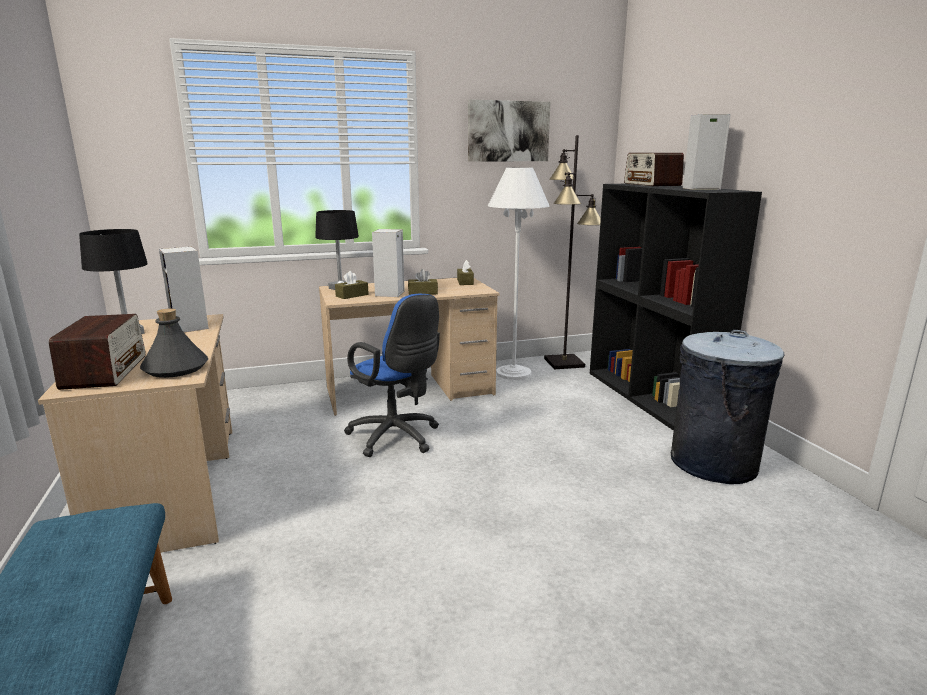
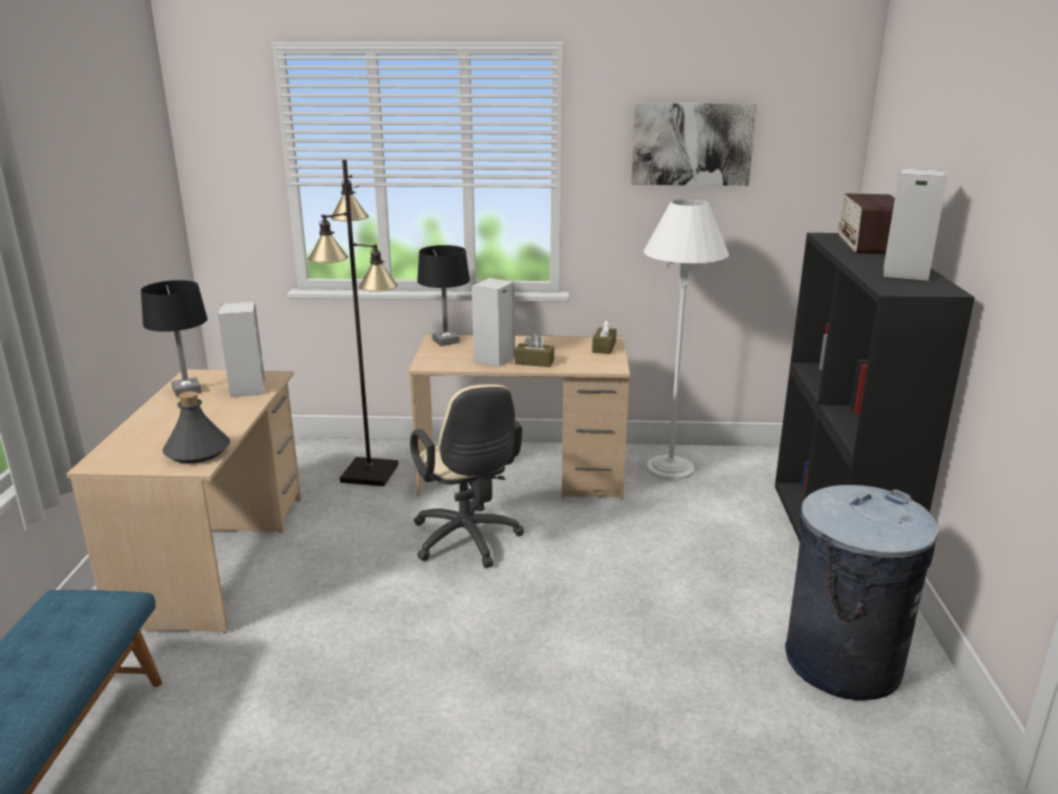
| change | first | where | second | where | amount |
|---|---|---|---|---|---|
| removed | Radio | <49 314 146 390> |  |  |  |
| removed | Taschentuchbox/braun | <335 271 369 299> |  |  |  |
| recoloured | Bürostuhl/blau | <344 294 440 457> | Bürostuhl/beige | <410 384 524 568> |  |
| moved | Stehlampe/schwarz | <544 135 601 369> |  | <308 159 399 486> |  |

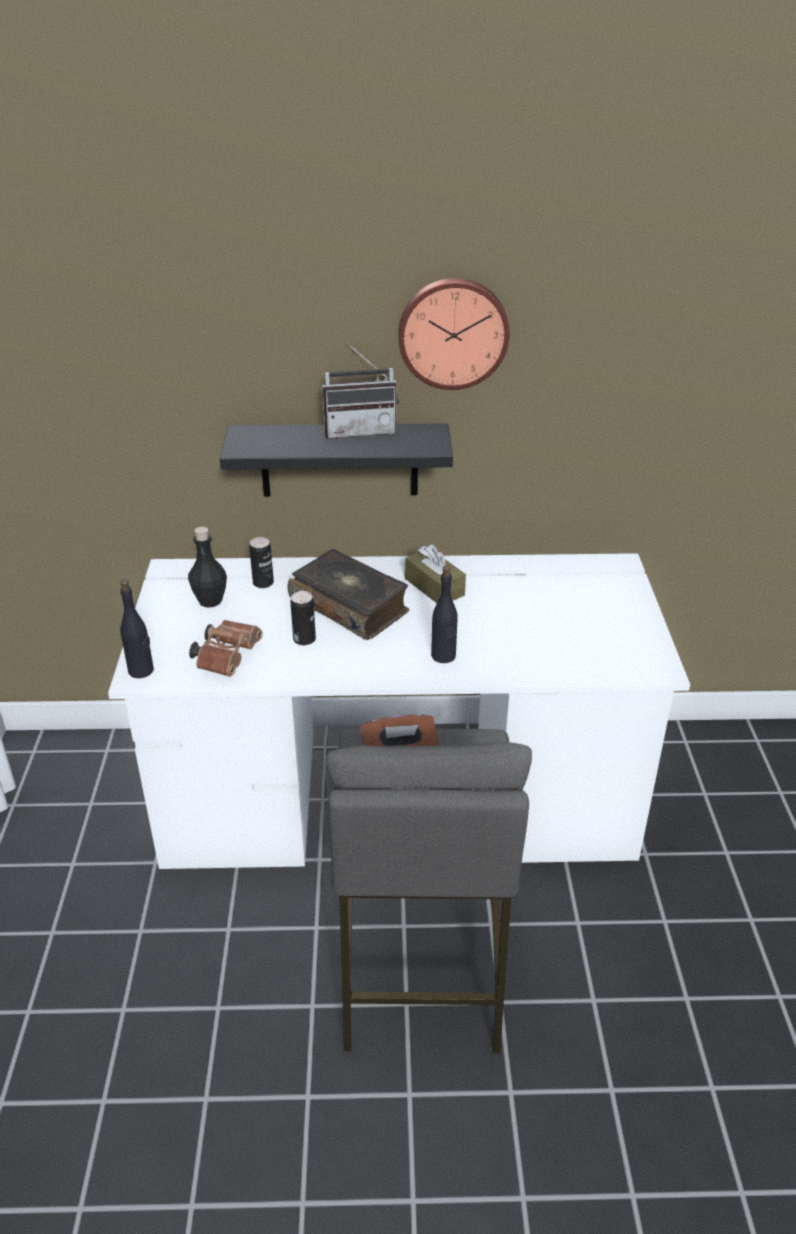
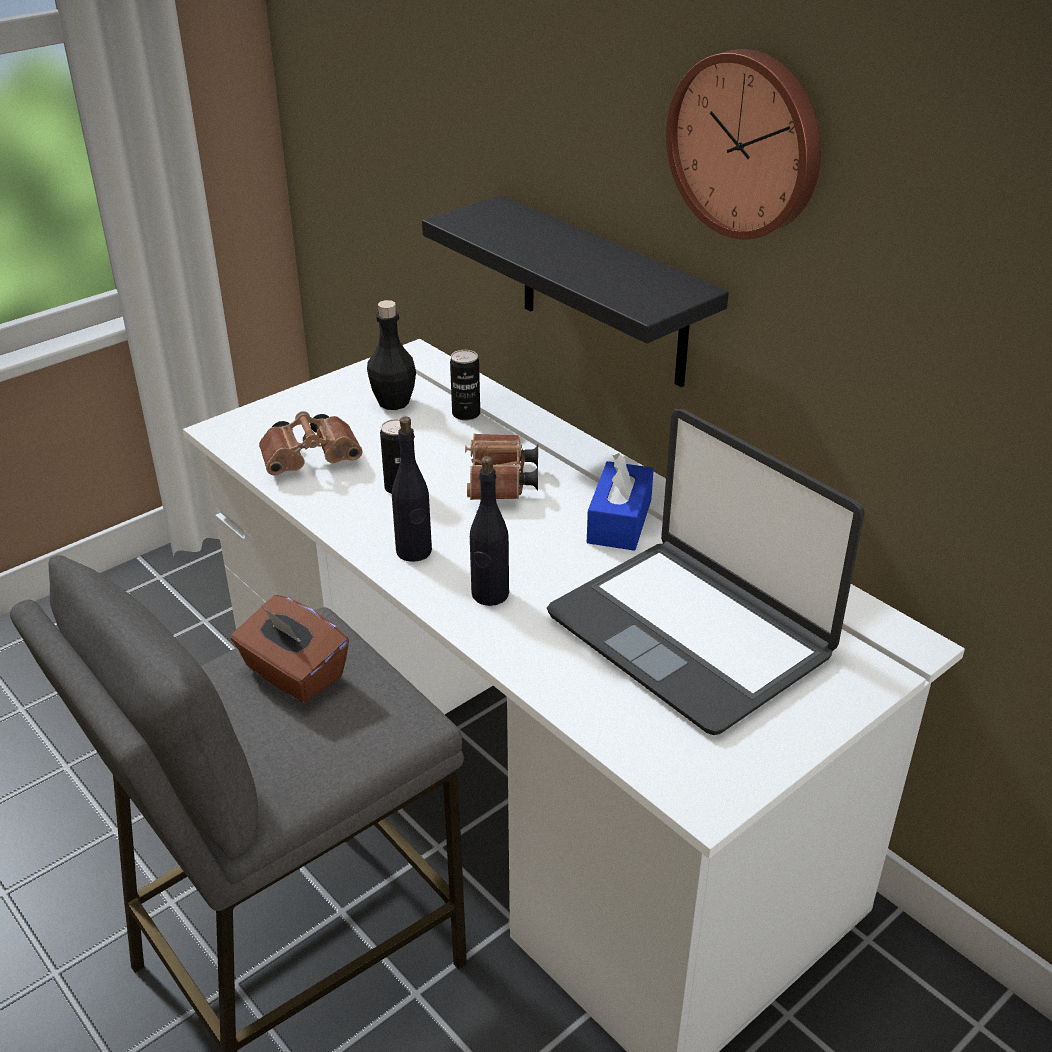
| change | first | where | second | where | amount |
|---|---|---|---|---|---|
| moved | Flasche/schwarz | <120 579 154 678> |  | <392 417 432 562> |  |
| replaced | Buch | <288 549 409 640> | Fernglas/braun | <465 433 538 500> |  |
| removed | Radio | <322 343 399 439> |  |  |  |
| recoloured | Taschentuchbox/braun | <405 544 466 603> | Taschentuchbox/blau | <587 453 654 551> |  |
| added |  |  | Laptop | <547 409 865 735> |  |

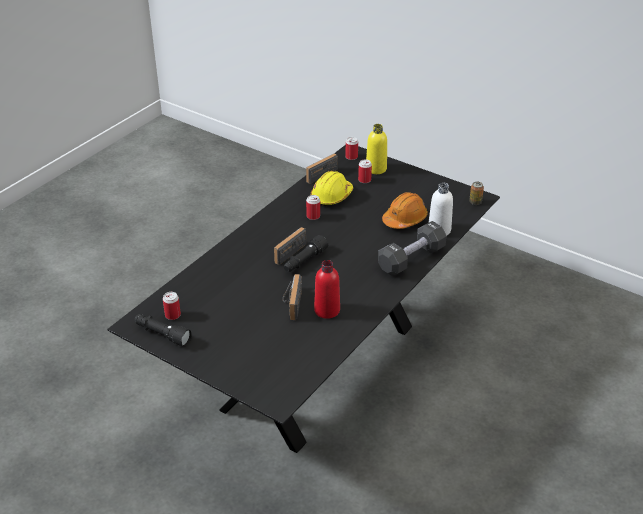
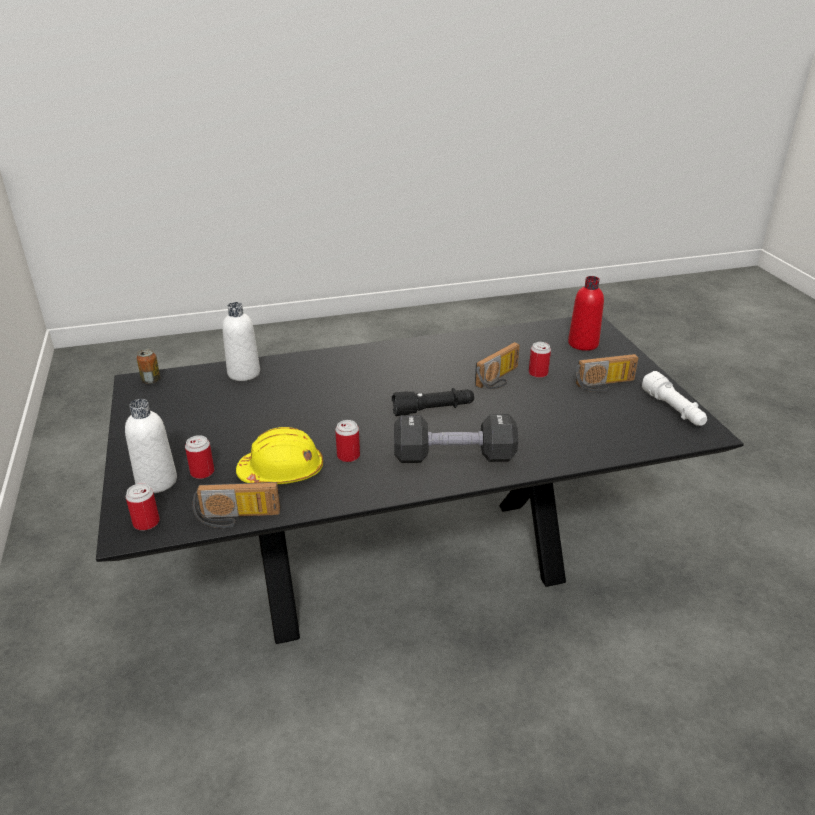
| change | first | where | second | where | amount |
|---|---|---|---|---|---|
| recoloured | Taschenlampe/schwarz | <134 314 192 347> | Taschenlampe/weiß | <642 371 707 426> |  |
| moved | Dose | <163 292 181 320> |  | <529 342 551 378> |  |
| moved | Radio | <274 227 306 265> |  | <576 354 638 392> |  |
| moved | Flasche/rot | <314 260 340 319> |  | <568 276 604 351> |  |
| recoloured | Flasche/gelb | <366 124 387 174> | Flasche/weiß | <125 399 177 493> |  |
| moved | Hantel/schwarz | <378 221 447 276> |  | <394 414 518 463> |  |
| removed | Schutzhelm/orange | <382 192 428 229> |  |  |  |

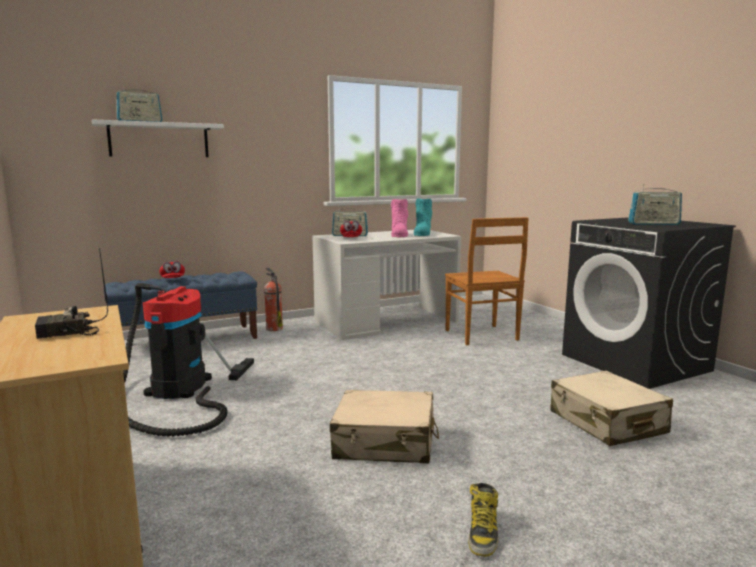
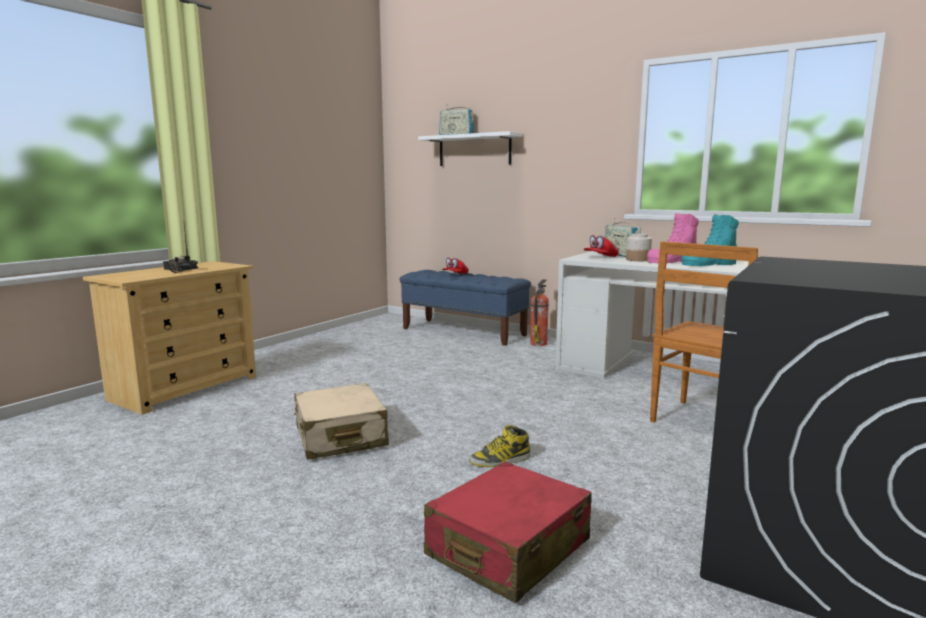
| change | first | where | second | where | amount |
|---|---|---|---|---|---|
| removed | Staubsauger | <123 283 254 437> |  |  |  |
| moved | Stiefel | <469 483 498 557> |  | <469 425 531 467> |  |
| recoloured | Koffer/beige | <551 371 673 446> | Koffer/rot | <424 461 592 603> |  |
| removed | Radio | <628 184 682 225> |  |  |  |
| added |  |  | Vorratsglas | <626 233 652 261> |  |

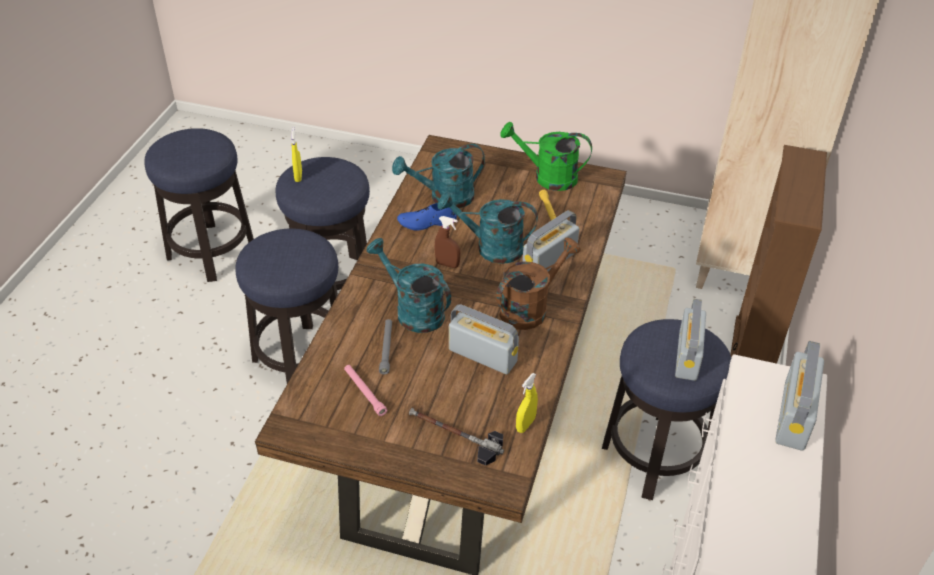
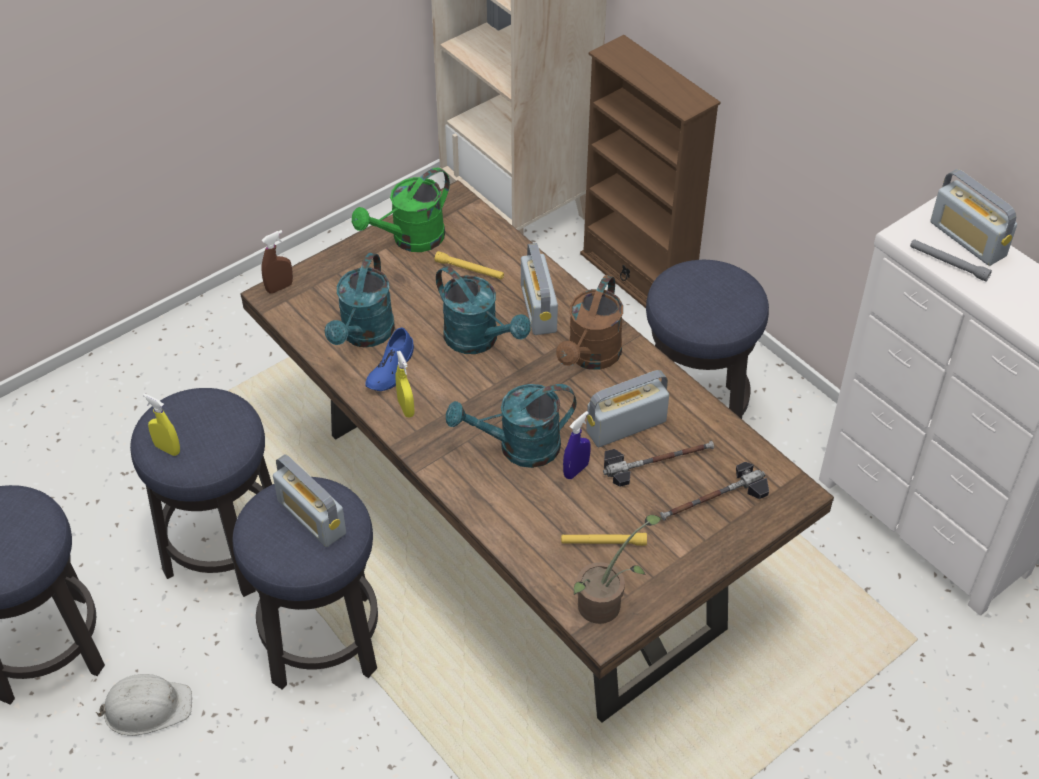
| change | first | where | second | where | amount |
|---|---|---|---|---|---|
| recoloured | Taschenlampe/rosa | <344 365 387 416> | Taschenlampe/gelb | <561 533 647 546> |  |
| moved | Taschenlampe/grau | <379 319 392 374> |  | <910 239 992 282> |  |
| moved | Sprühflasche/braun | <435 216 461 268> |  | <261 230 293 293> |  |
| turned | Gießkanne/türkis | <438 192 538 264> |  | <436 266 531 354> | 90 degrees counterclockwise |
| turned | Gießkanne/braun | <496 237 581 330> |  | <556 275 623 370> | 150 degrees counterclockwise |
| moved | Sprühflasche/gelb | <516 373 538 433> |  | <396 351 415 417> |  |
| moved | Radio | <675 299 706 381> |  | <273 454 346 547> |  |
| added |  |  | Schutzhelm/weiß | <96 674 192 736> |  |
| added |  |  | Sprühflasche/blau | <563 411 590 479> |  |
| added |  |  | Topfpflanze | <574 515 661 624> |  |
| added |  |  | Hammer | <603 441 714 487> |  |

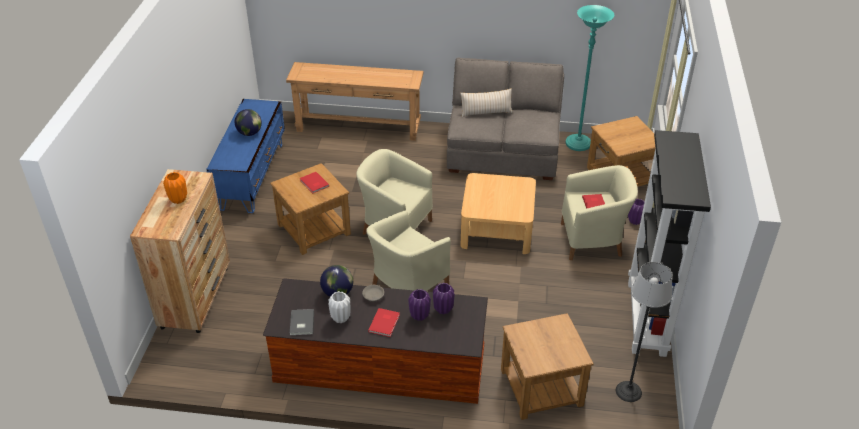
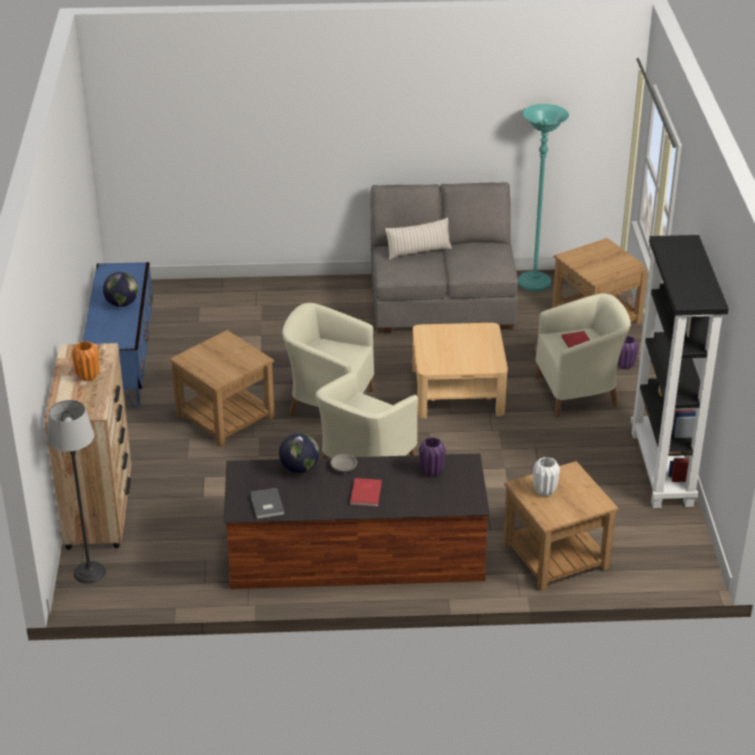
| change | first | where | second | where | amount |
|---|---|---|---|---|---|
| removed | Konsolentisch/braun | <286 62 424 141> |  |  |  |
| removed | Buch/rot | <300 172 329 193> |  |  |  |
| moved | Vase/weiß | <328 291 350 323> |  | <533 457 560 496> |  |
| removed | Vase/lila | <408 289 431 321> |  |  |  |
| moved | Stehlampe | <616 262 672 402> |  | <47 400 106 583> |  |

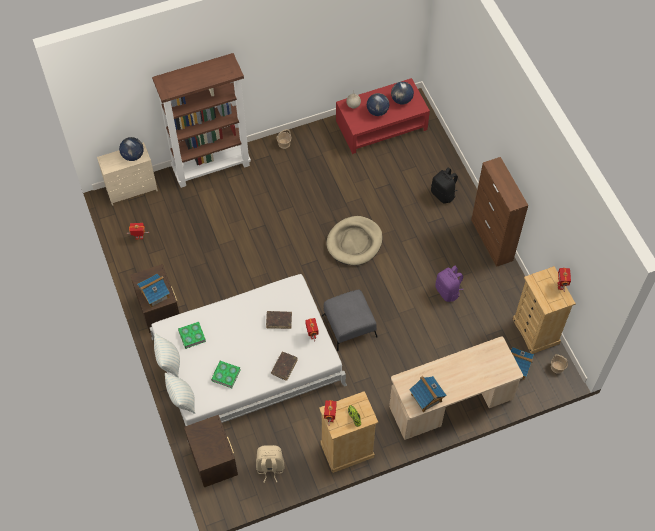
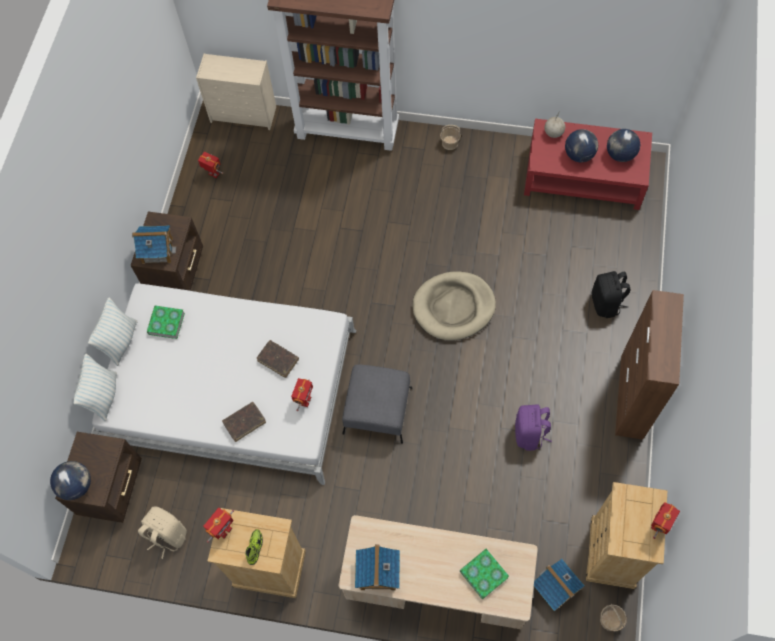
| change | first | where | second | where | amount |
|---|---|---|---|---|---|
| moved | Globus | <119 137 144 161> |  | <50 461 91 500> |  |
| moved | Buch | <211 361 240 388> |  | <460 549 509 600> |  |

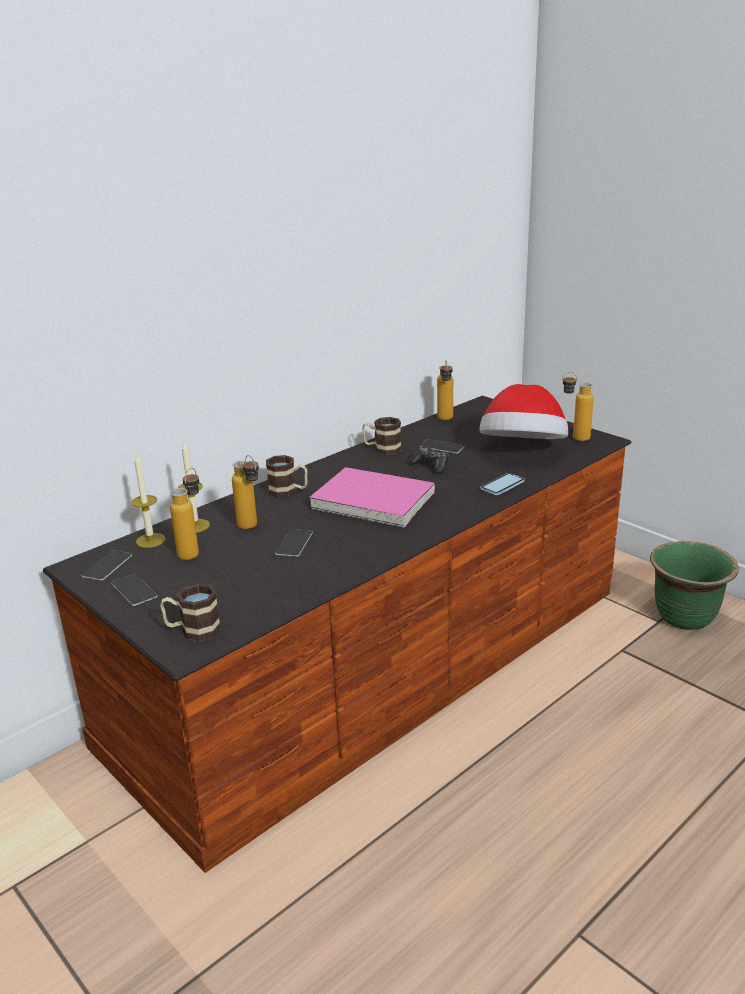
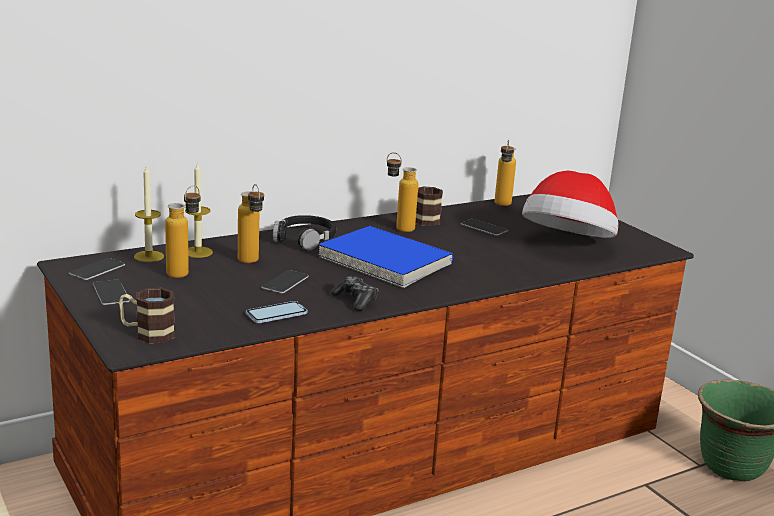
| change | first | where | second | where | amount |
|---|---|---|---|---|---|
| replaced | Henkelbecher | <266 455 308 497> | Kopfhörer/schwarz | <273 215 336 251> |  |
| recoloured | Buch/rosa | <309 467 435 528> | Buch/blau | <318 226 453 288> |  |
| moved | Gamepad | <409 447 449 473> |  | <330 276 378 311> |  |
| moved | Handy | <480 473 525 495> |  | <246 301 307 323> |  |
| moved | Flasche | <562 372 594 441> |  | <387 152 418 232> |  |

